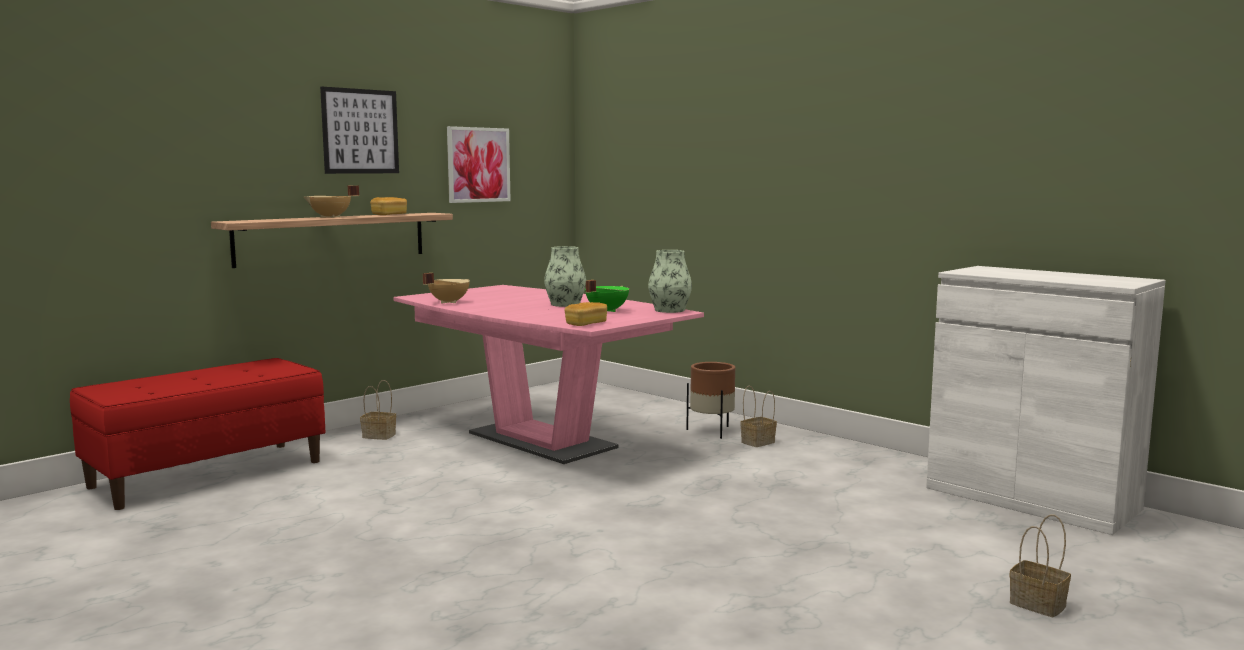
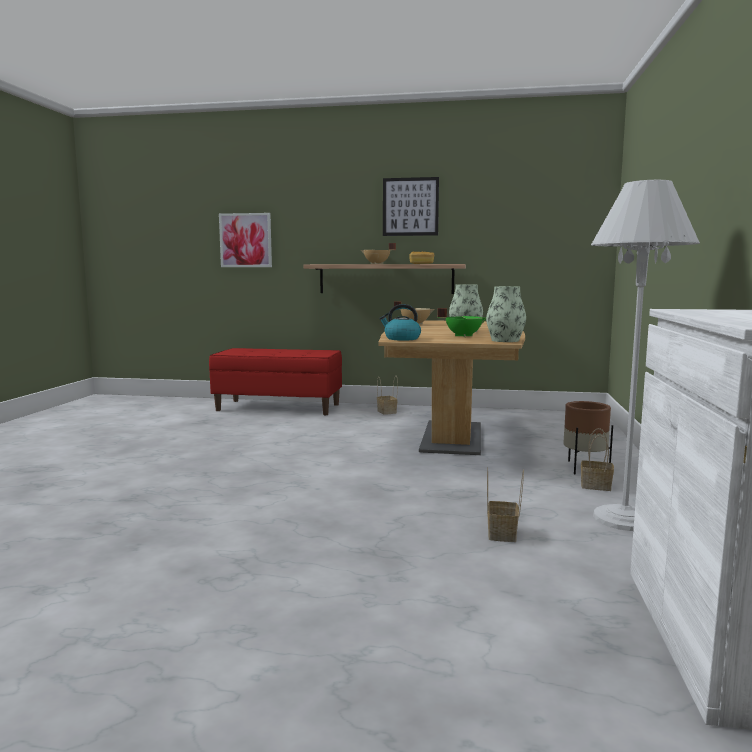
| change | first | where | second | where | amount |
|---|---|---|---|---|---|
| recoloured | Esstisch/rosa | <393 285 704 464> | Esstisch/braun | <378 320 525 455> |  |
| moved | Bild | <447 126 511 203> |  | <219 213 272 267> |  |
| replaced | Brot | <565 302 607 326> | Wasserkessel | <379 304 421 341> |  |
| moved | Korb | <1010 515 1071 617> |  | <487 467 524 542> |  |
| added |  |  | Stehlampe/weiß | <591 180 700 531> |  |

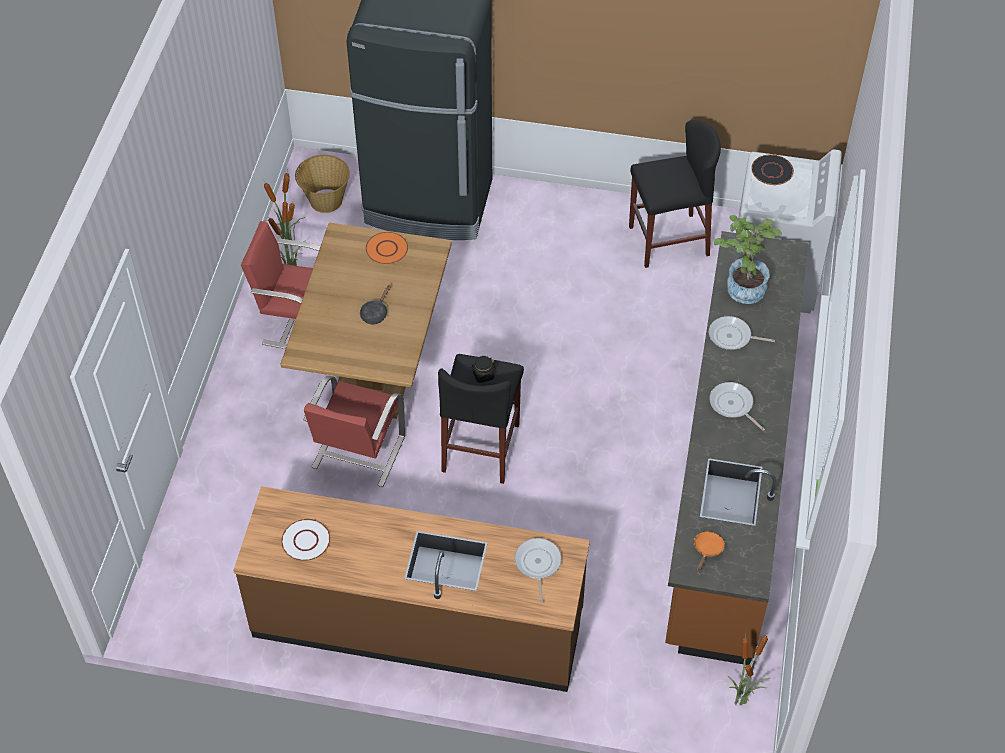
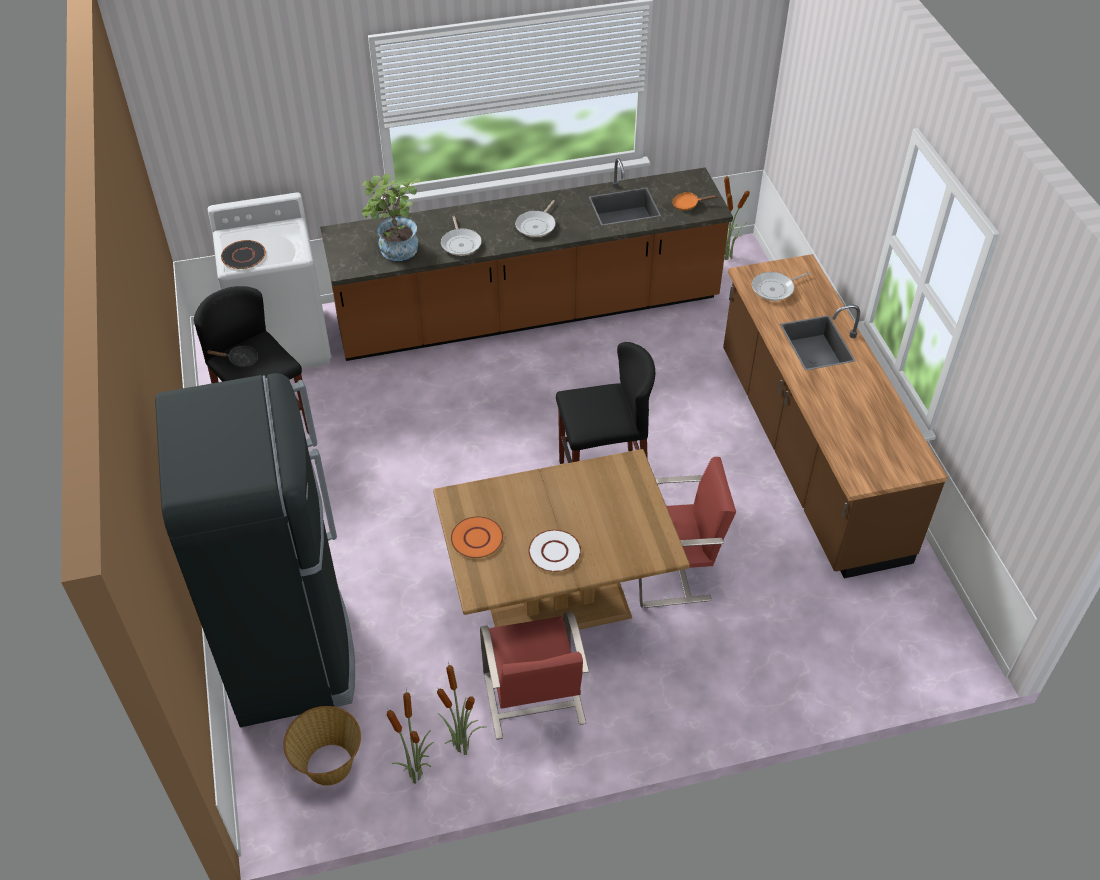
| change | first | where | second | where | amount |
|---|---|---|---|---|---|
| moved | Teller/weiß | <281 519 331 561> |  | <528 529 581 572> |  |
| moved | Pfanne/schwarz | <360 285 390 324> |  | <206 346 258 368> |  |
| removed | Vorratsglas/schwarz | <471 356 496 383> |  |  |  |

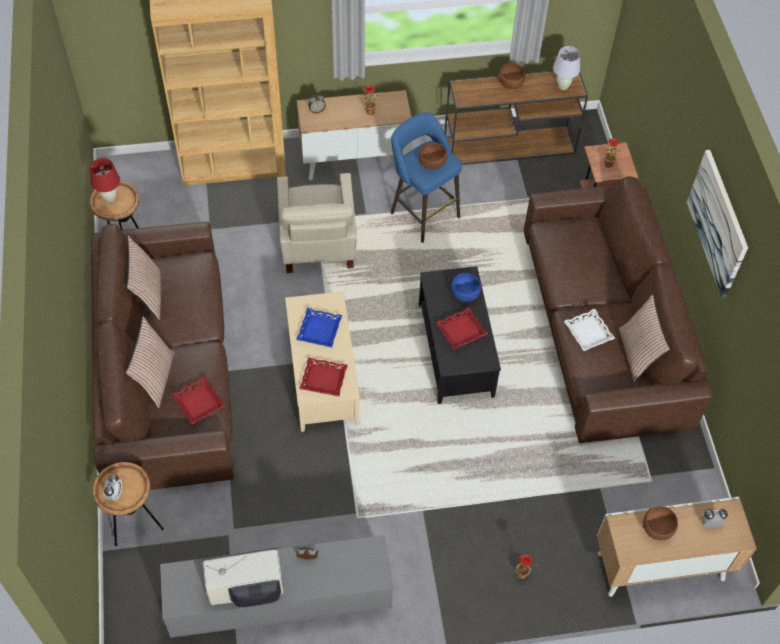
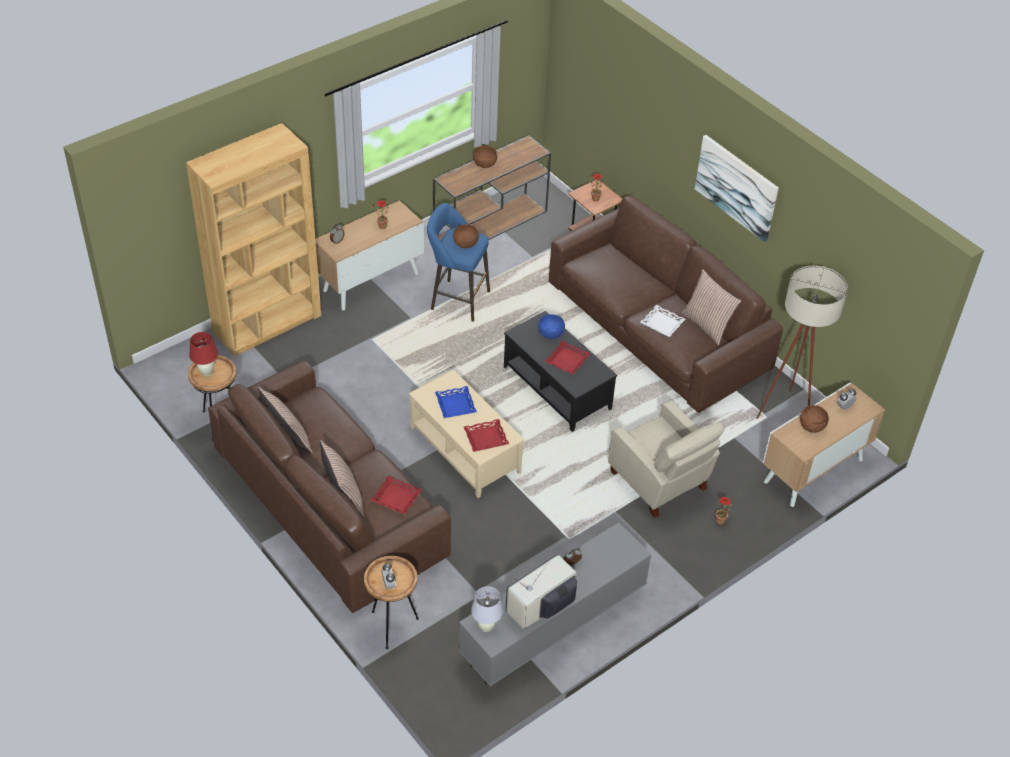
| change | first | where | second | where | amount |
|---|---|---|---|---|---|
| moved | Sessel/beige | <277 173 357 273> |  | <608 400 725 518> |  |
| moved | Tischlampe/weiß | <553 46 580 90> |  | <471 586 503 632> |  |
| added |  |  | Stehlampe/beige | <756 265 848 419> |  |

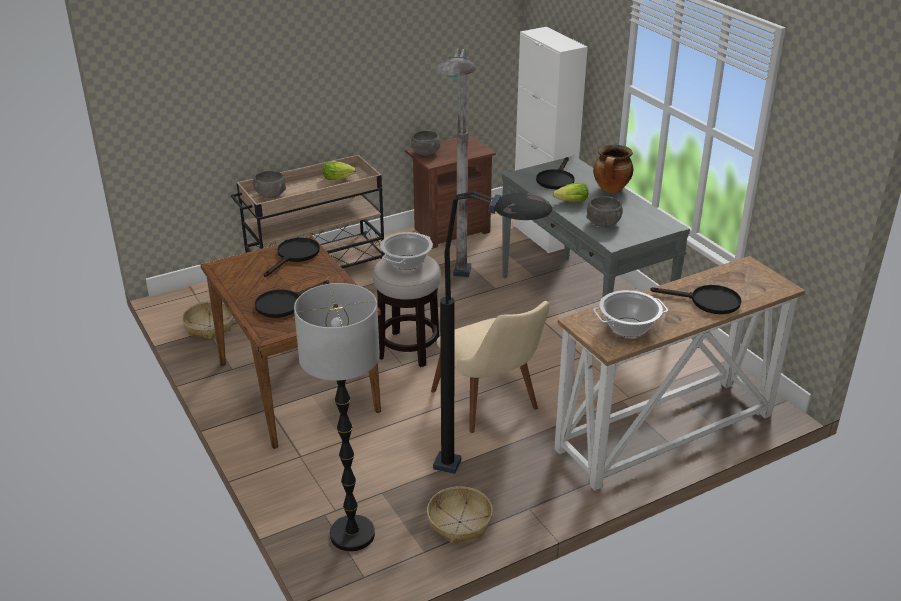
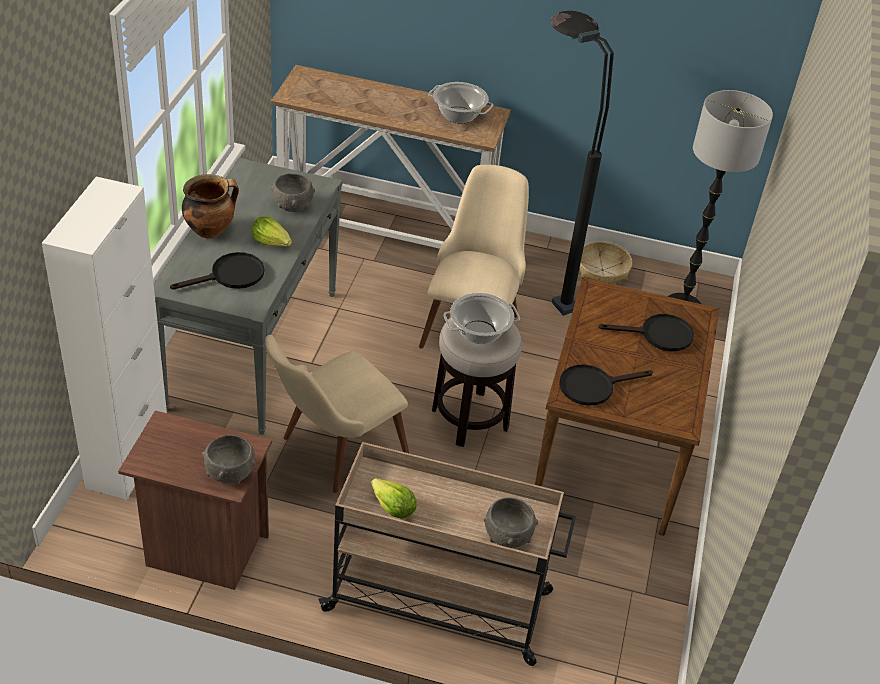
| change | first | where | second | where | amount |
|---|---|---|---|---|---|
| removed | Korb | <182 301 234 339> |  |  |  |
| replaced | Stehlampe/grau | <436 48 476 277> | Stuhl/beige | <265 335 409 493> |  |
| removed | Pfanne/schwarz | <650 285 741 314> |  |  |  |

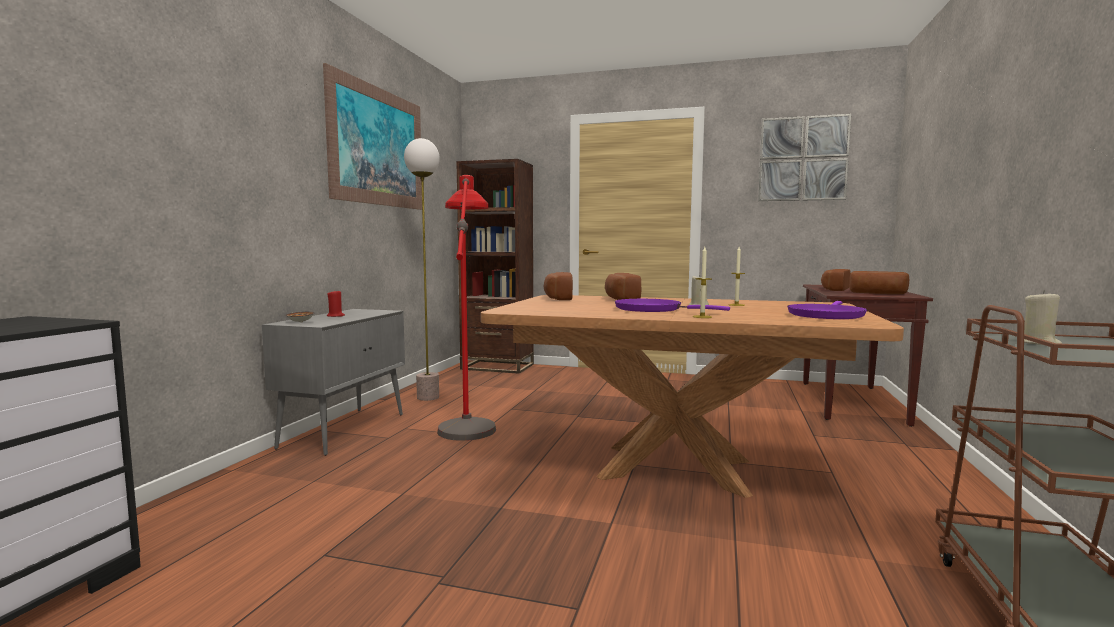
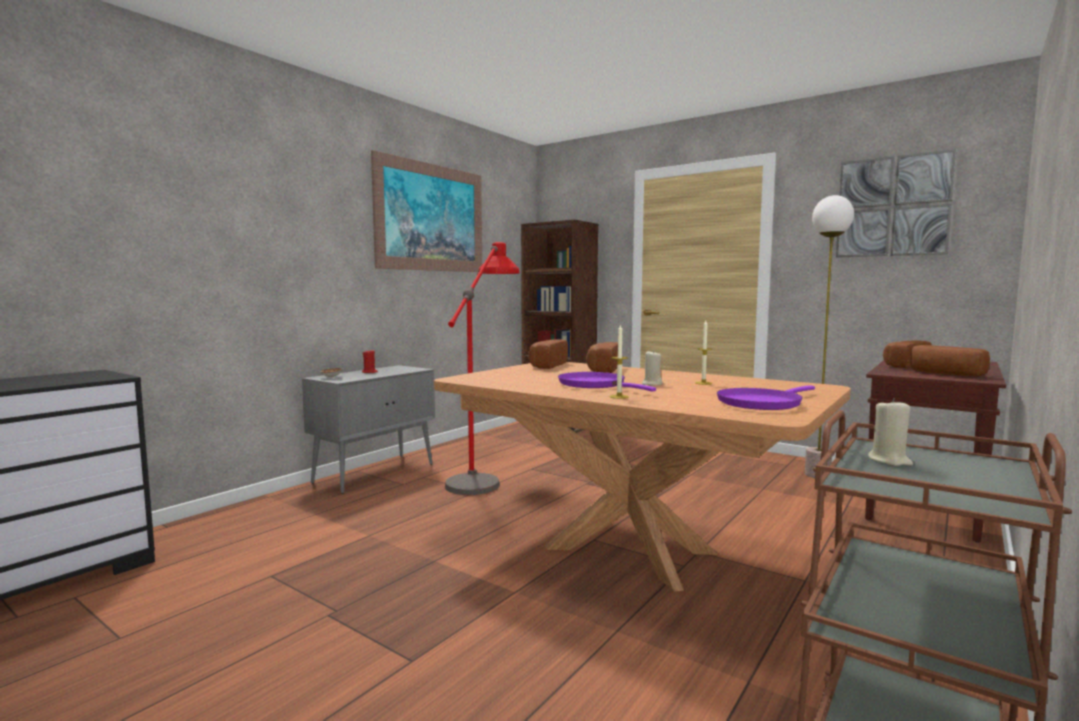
| change | first | where | second | where | amount |
|---|---|---|---|---|---|
| moved | Stehlampe | <404 138 440 401> |  | <805 195 854 478> |  |

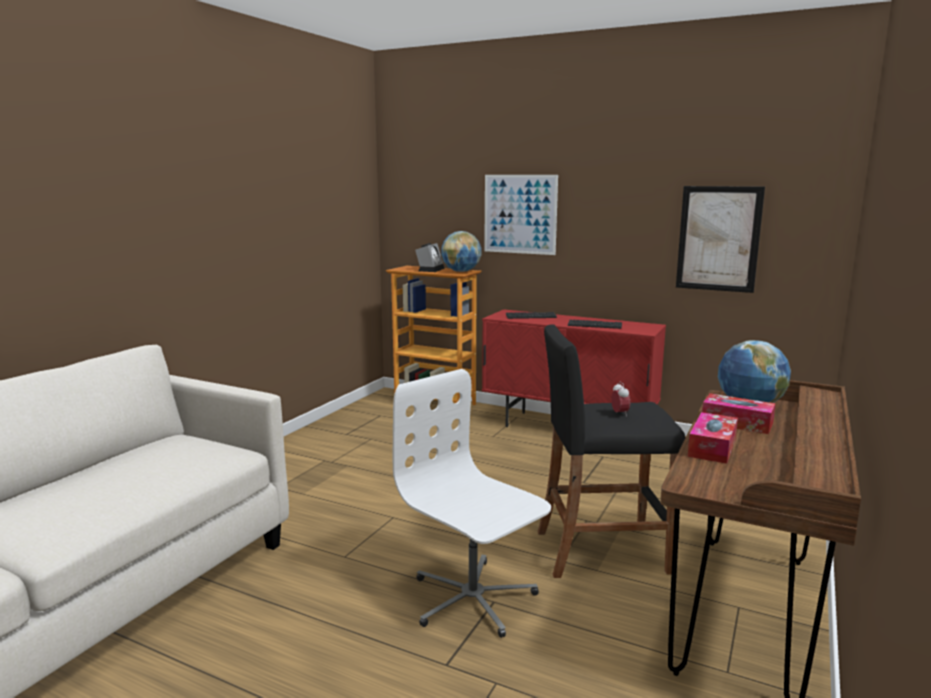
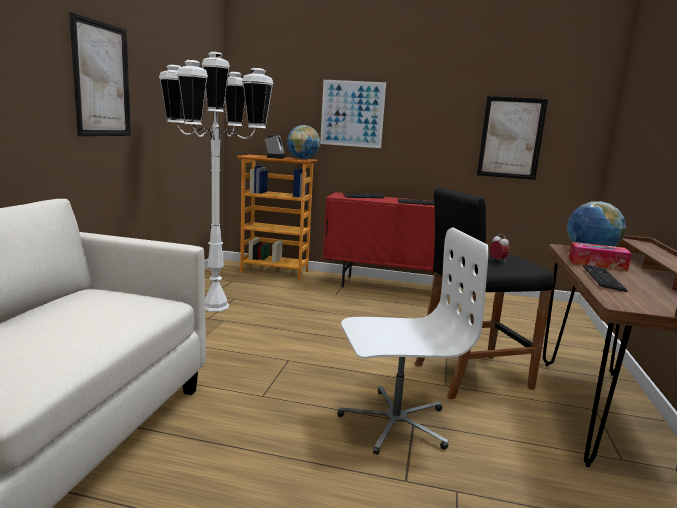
| change | first | where | second | where | amount |
|---|---|---|---|---|---|
| turned | Bürostuhl/weiß | <393 369 551 638> |  | <337 228 488 455> | 135 degrees clockwise |
| replaced | Taschentuchbox | <688 412 738 464> | Tastatur | <583 264 628 292> |  |
| added |  |  | Bild | <69 12 131 136> |  |
| added |  |  | Stehlampe/weiß | <159 52 273 312> |  |

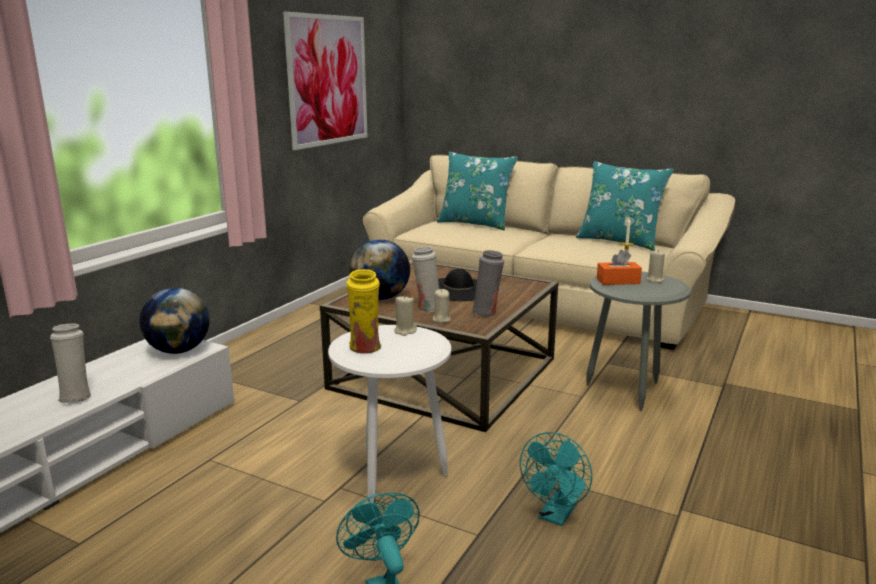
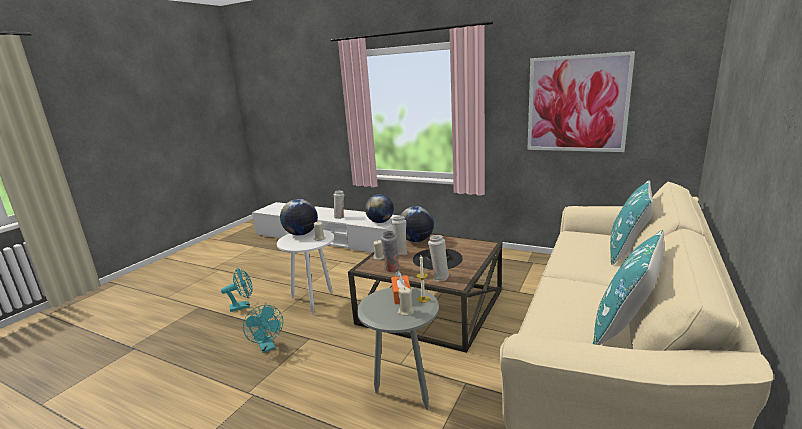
| change | first | where | second | where | amount |
|---|---|---|---|---|---|
| replaced | Vase/gelb | <346 269 382 354> | Globus | <280 199 318 236> |  |
| turned | Ventilator/türkis | <520 432 592 526> |  | <243 305 283 353> | 150 degrees counterclockwise |
| added |  |  | Vase/weiß | <428 235 450 281> |  |

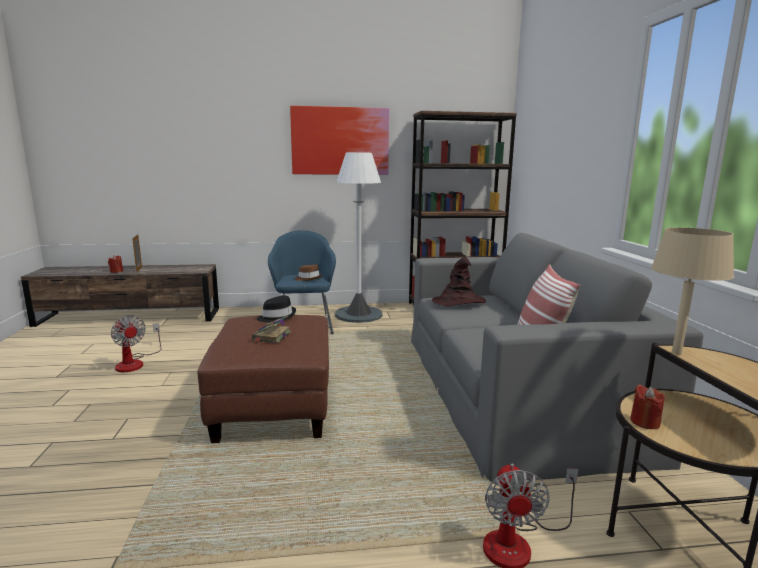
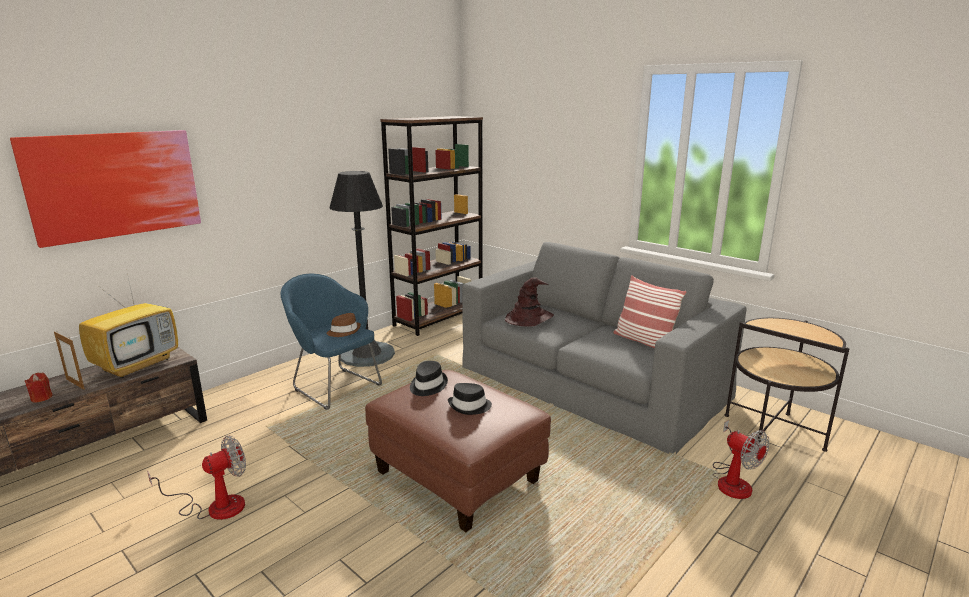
| change | first | where | second | where | amount |
|---|---|---|---|---|---|
| turned | Ventilator | <111 315 161 372> |  | <147 435 246 520> | 45 degrees counterclockwise |
| replaced | Buch | <252 315 291 343> | Hut/schwarz | <448 383 492 415> |  |
| moved | Bild | <290 106 389 175> |  | <10 130 201 248> |  |
| recoloured | Stehlampe/weiß | <335 152 383 323> | Stehlampe/schwarz | <329 171 395 367> |  |
| removed | Kerze/rot | <630 384 665 429> |  |  |  |
| removed | Tischlampe/beige | <651 227 734 355> |  |  |  |
| added |  |  | Fernseher | <79 273 178 378> |  |

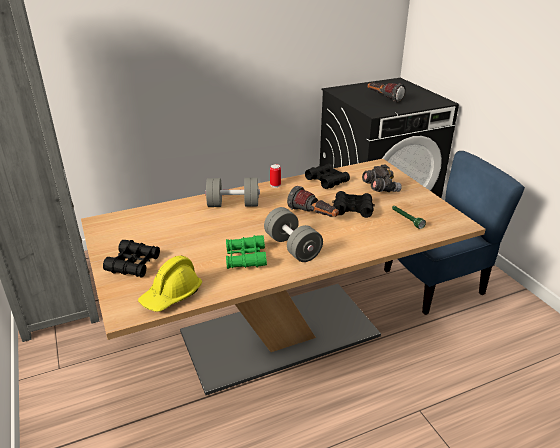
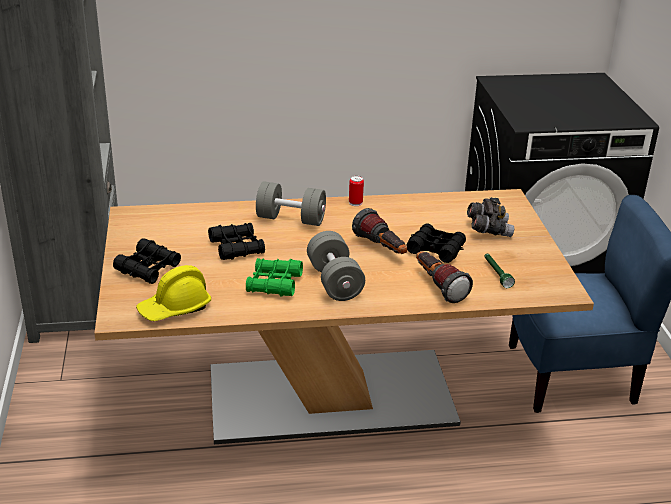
| change | first | where | second | where | amount |
|---|---|---|---|---|---|
| moved | Fernglas/schwarz | <305 164 350 189> |  | <208 223 265 260> |  |
| moved | Taschenlampe | <367 82 406 103> |  | <416 251 473 303> |  |

